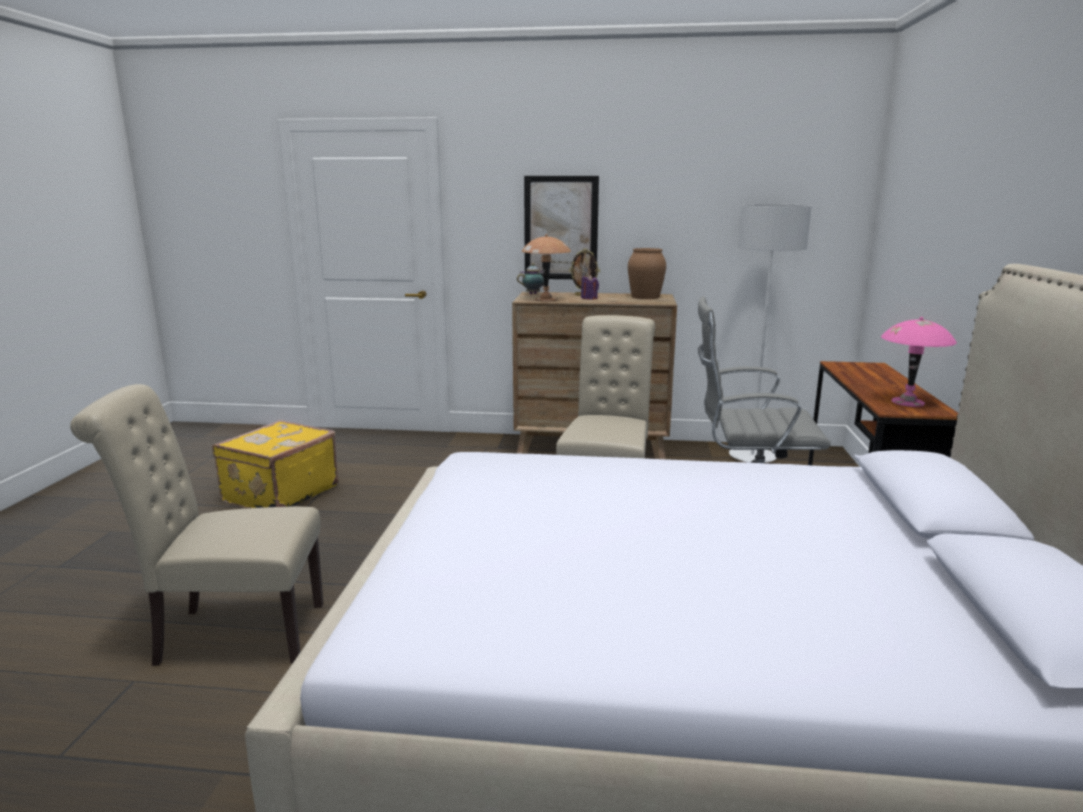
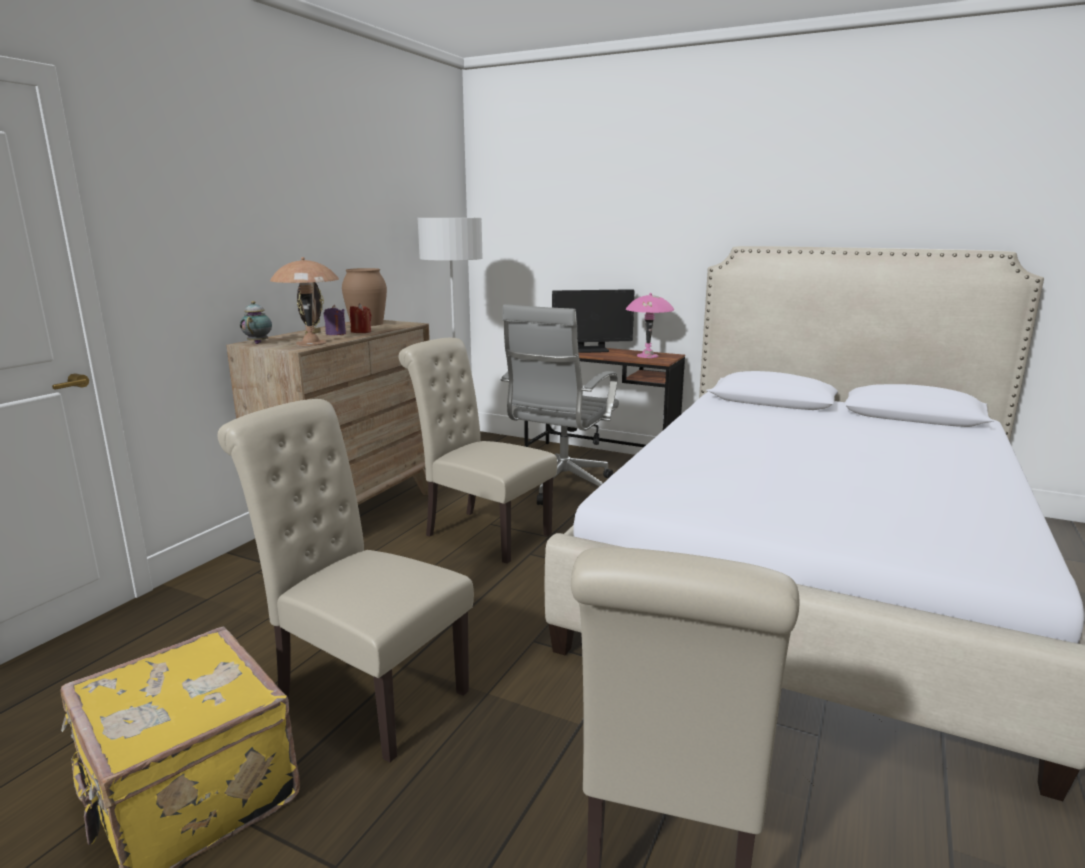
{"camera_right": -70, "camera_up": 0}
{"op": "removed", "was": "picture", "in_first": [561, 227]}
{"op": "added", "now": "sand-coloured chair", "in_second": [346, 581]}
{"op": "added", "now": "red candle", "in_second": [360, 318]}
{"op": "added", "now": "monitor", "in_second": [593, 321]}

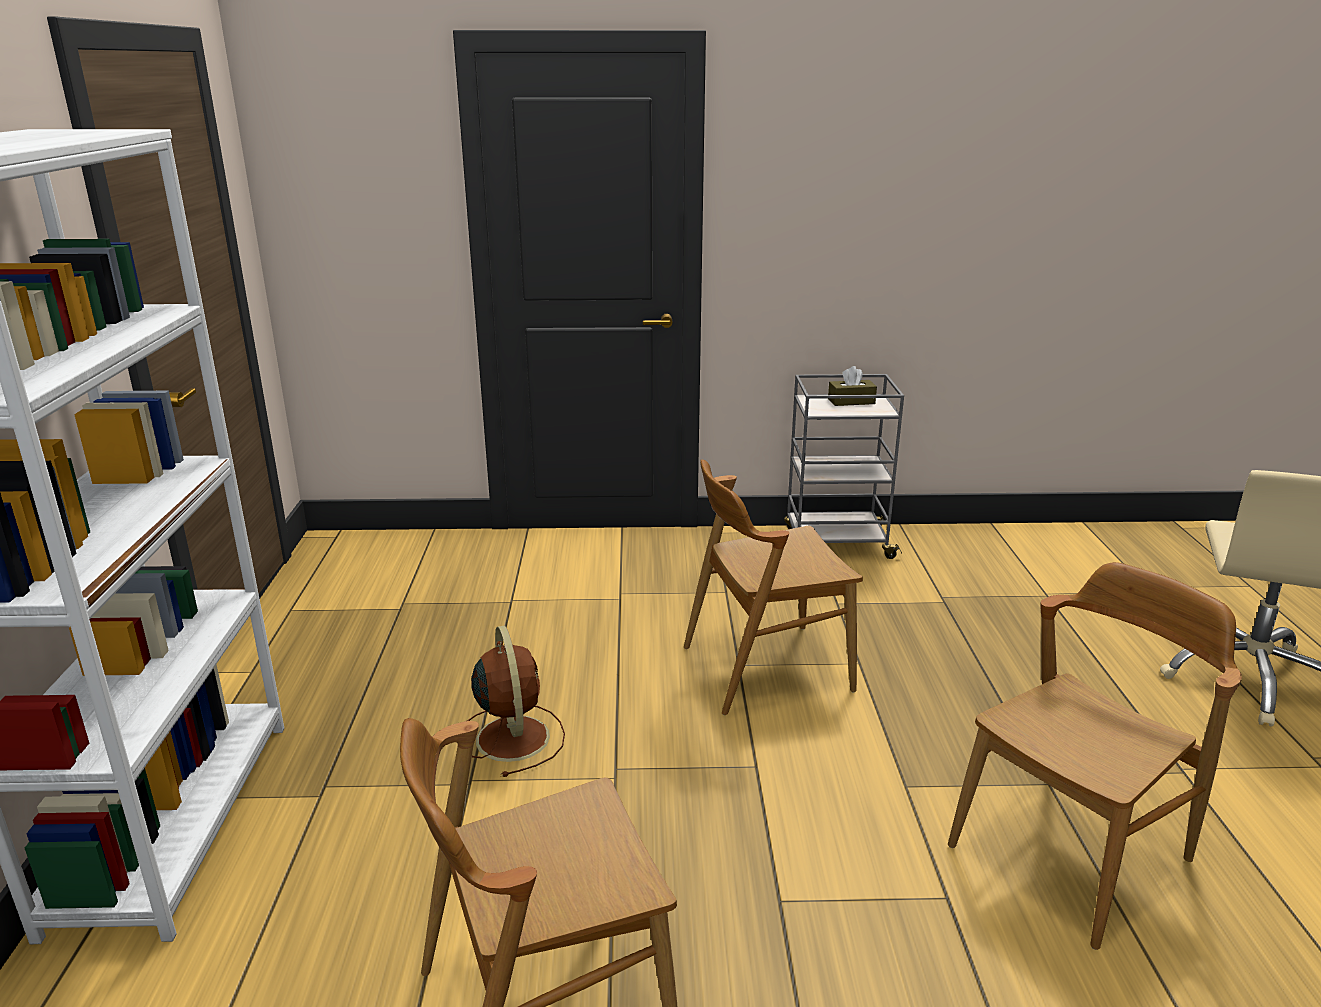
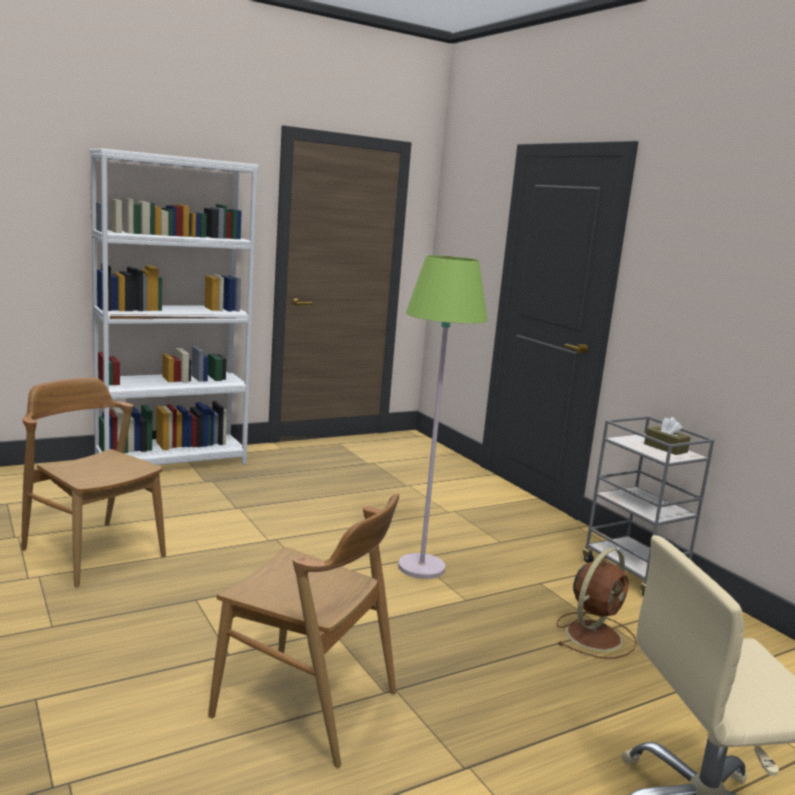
{"camera_right": 60, "camera_up": -10}
{"op": "moved", "was": "brownish electric fan", "in_first": [516, 701], "in_second": [597, 603]}
{"op": "replaced", "was": "brownish chair", "now": "green standing lamp", "in_first": [773, 587], "in_second": [443, 417]}

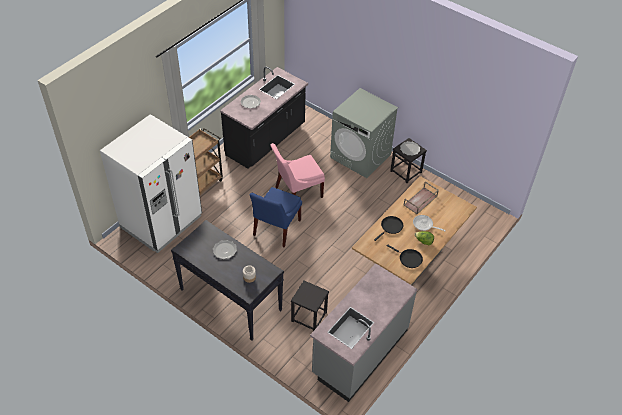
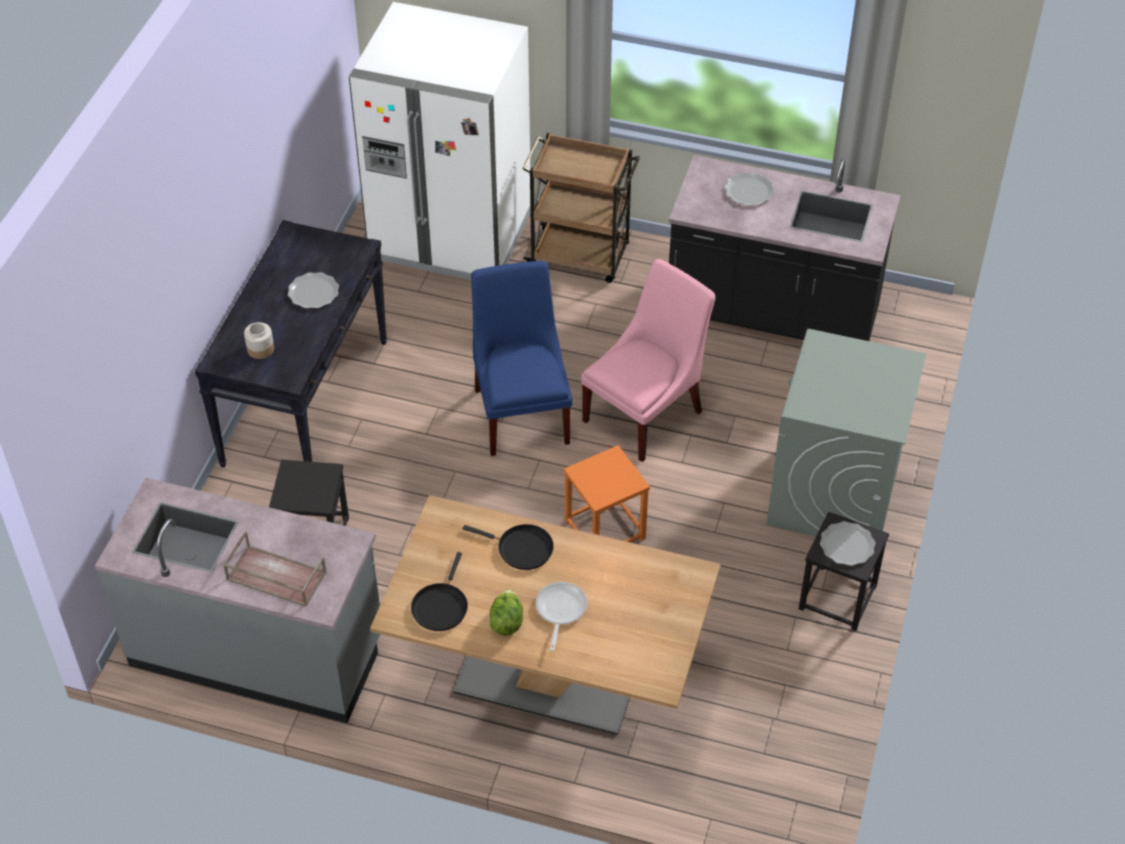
{"camera_right": 70, "camera_up": 0}
{"op": "turned", "was": "blue-coloured chair", "in_first": [276, 217], "in_second": [521, 358], "clockwise": 75}
{"op": "turned", "was": "pinkish chair", "in_first": [298, 170], "in_second": [648, 360], "clockwise": 90}
{"op": "moved", "was": "brownish carrying tray", "in_first": [421, 197], "in_second": [275, 569]}
{"op": "added", "now": "orangey sitting stool", "in_second": [607, 493]}

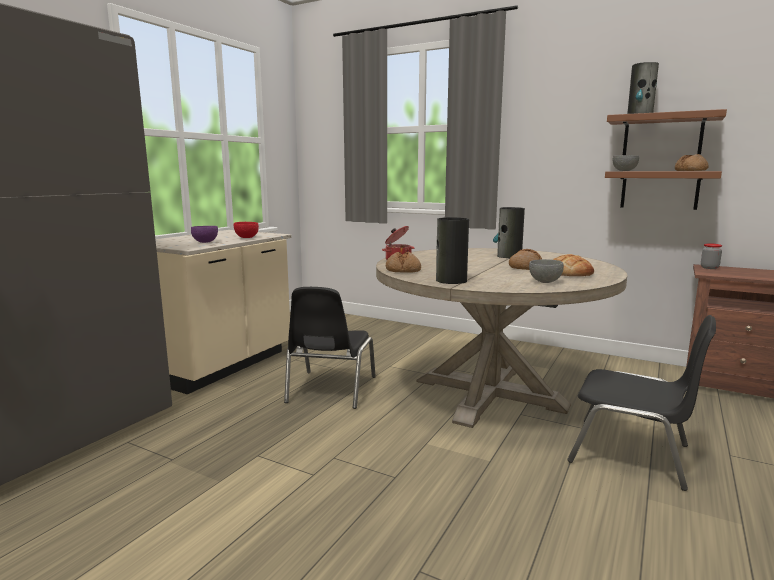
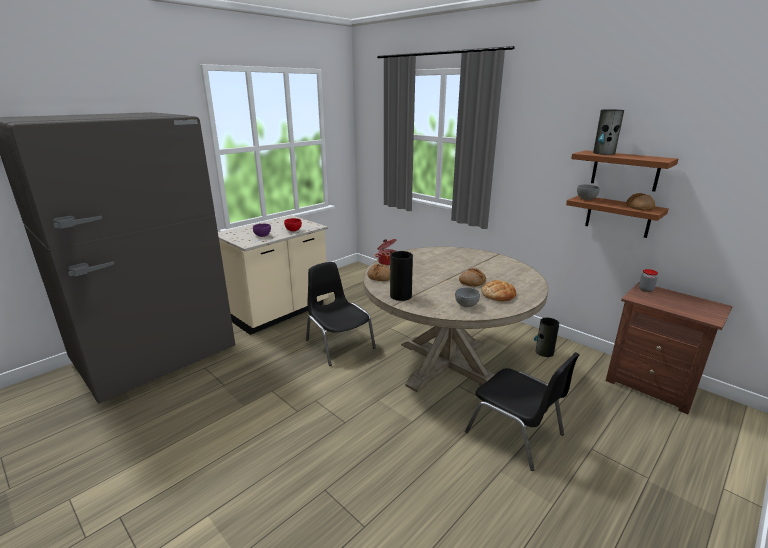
{"camera_right": 15, "camera_up": 10}
{"op": "turned", "was": "blackish chair", "in_first": [330, 348], "in_second": [341, 314], "clockwise": 120}
{"op": "moved", "was": "flower vase", "in_first": [509, 232], "in_second": [546, 337]}

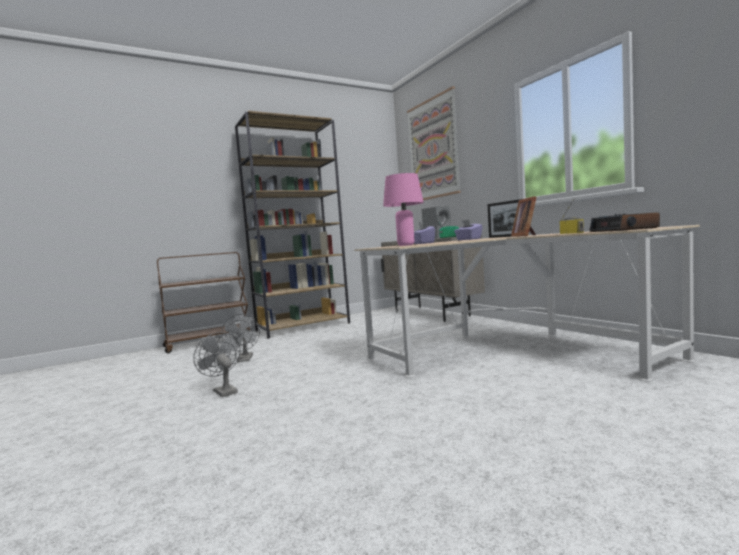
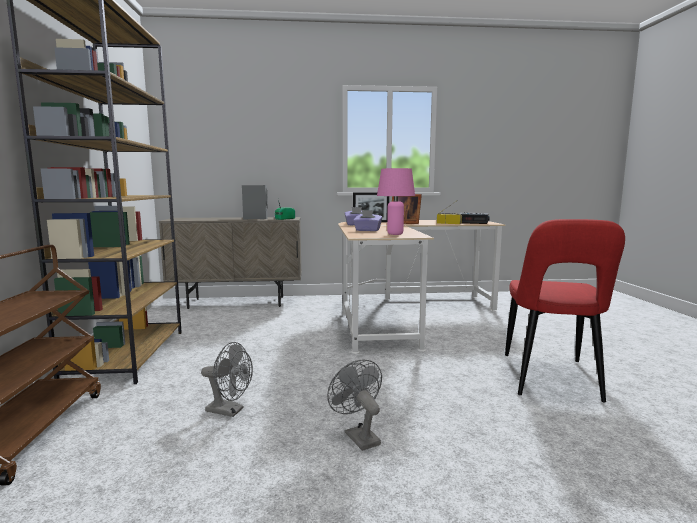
{"camera_right": -65, "camera_up": 5}
{"op": "turned", "was": "gray electric fan", "in_first": [217, 364], "in_second": [354, 405], "clockwise": 75}
{"op": "removed", "was": "picture", "in_first": [434, 143]}
{"op": "added", "now": "red chair", "in_second": [565, 310]}

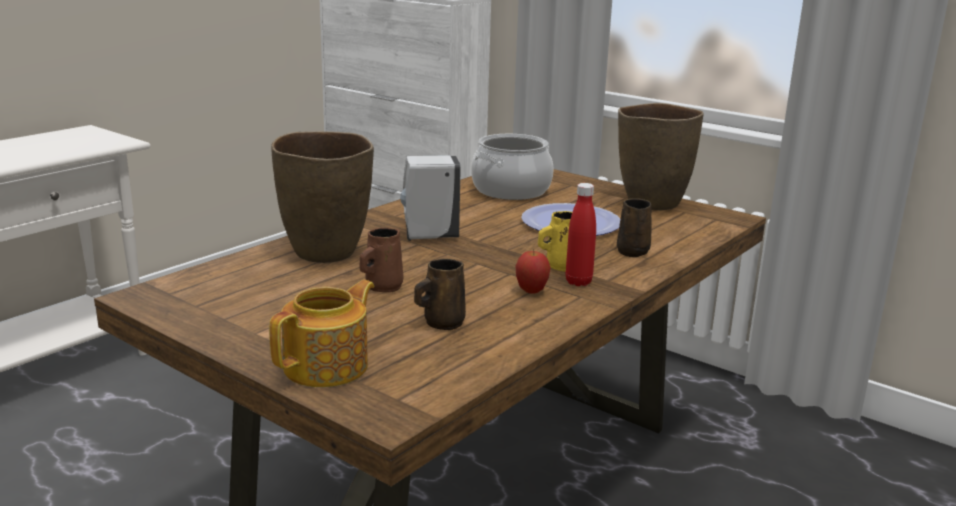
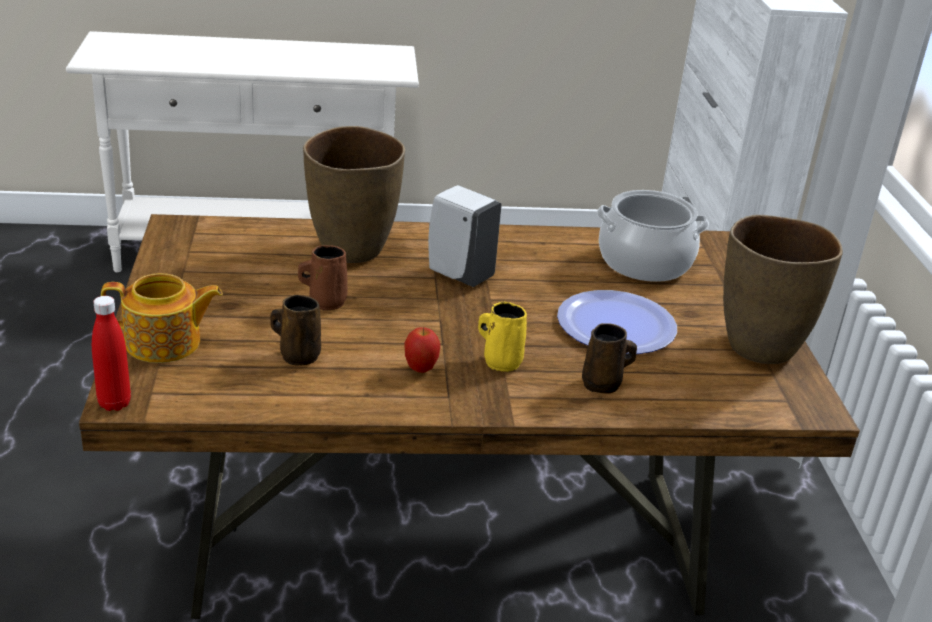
{"camera_right": 45, "camera_up": 10}
{"op": "moved", "was": "red beverage bottle", "in_first": [581, 234], "in_second": [111, 353]}

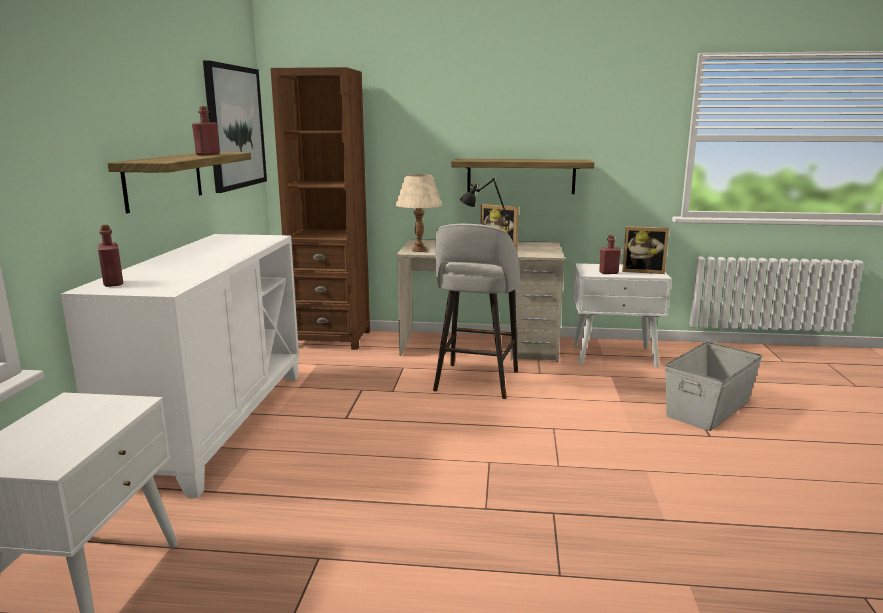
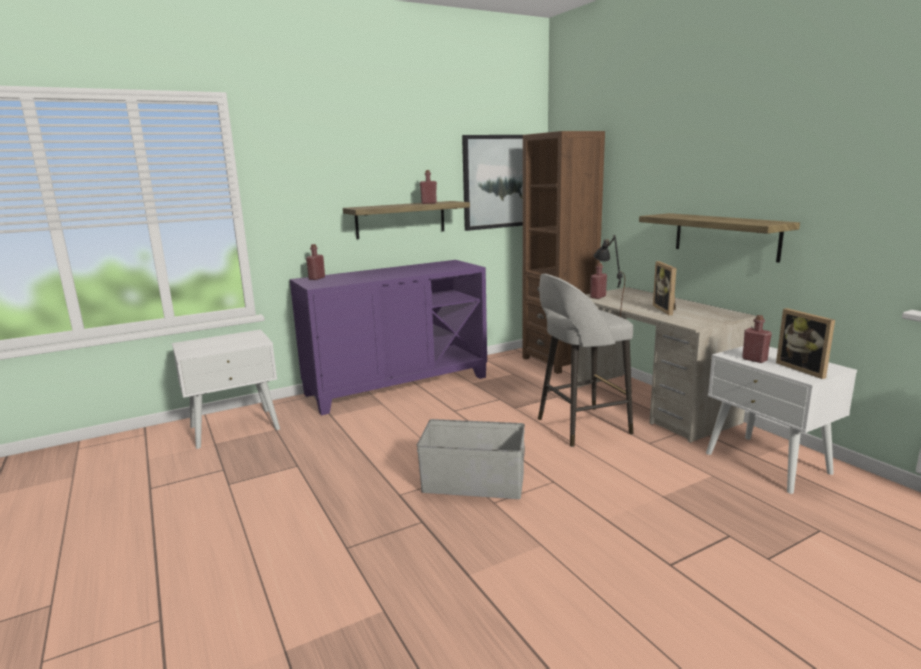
{"camera_right": 55, "camera_up": 0}
{"op": "recoloured", "was": "white-coloured cupboard", "now": "purplish cupboard", "in_first": [180, 366], "in_second": [388, 337]}
{"op": "replaced", "was": "sand-coloured lamp for a table", "now": "red beverage bottle", "in_first": [419, 213], "in_second": [598, 281]}
{"op": "moved", "was": "gray storage container", "in_first": [714, 386], "in_second": [471, 459]}

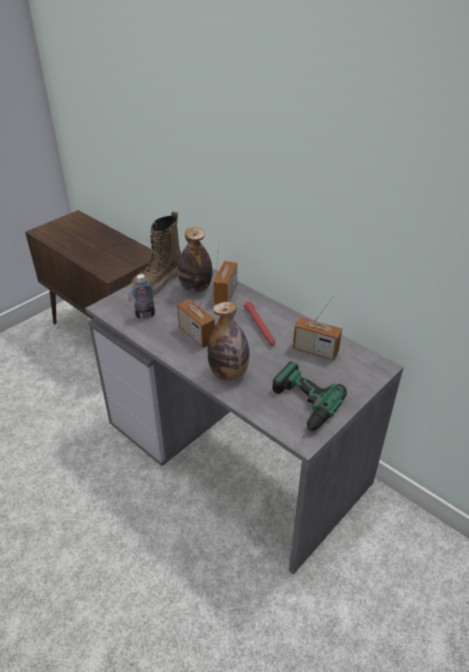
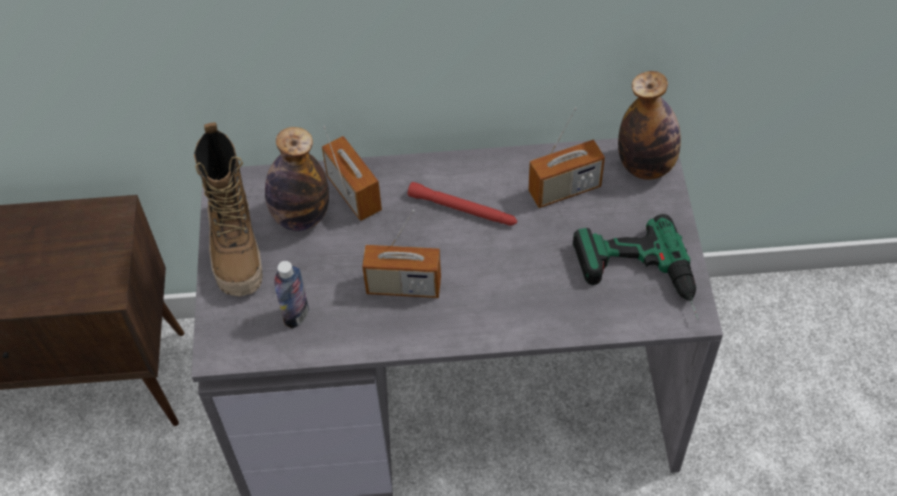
{"camera_right": -45, "camera_up": 15}
{"op": "moved", "was": "beverage bottle", "in_first": [228, 341], "in_second": [649, 125]}

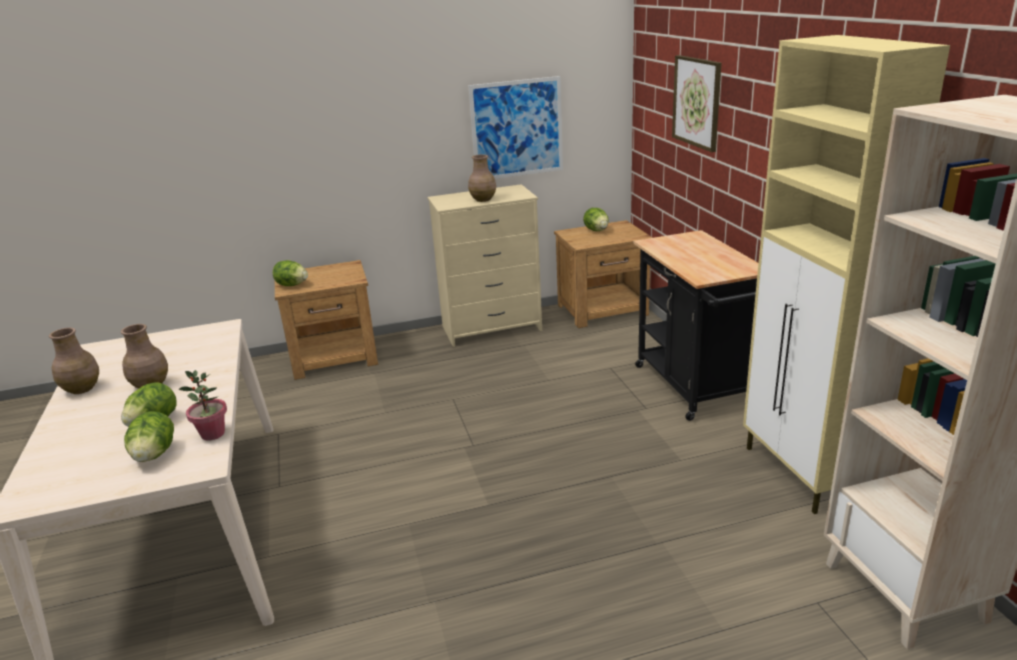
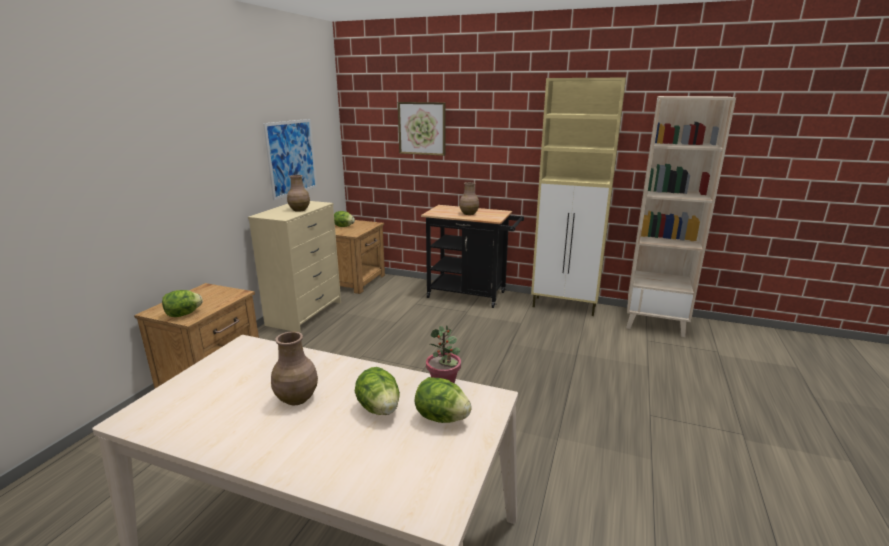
{"camera_right": -55, "camera_up": -5}
{"op": "moved", "was": "brownish flower vase", "in_first": [74, 361], "in_second": [469, 198]}

